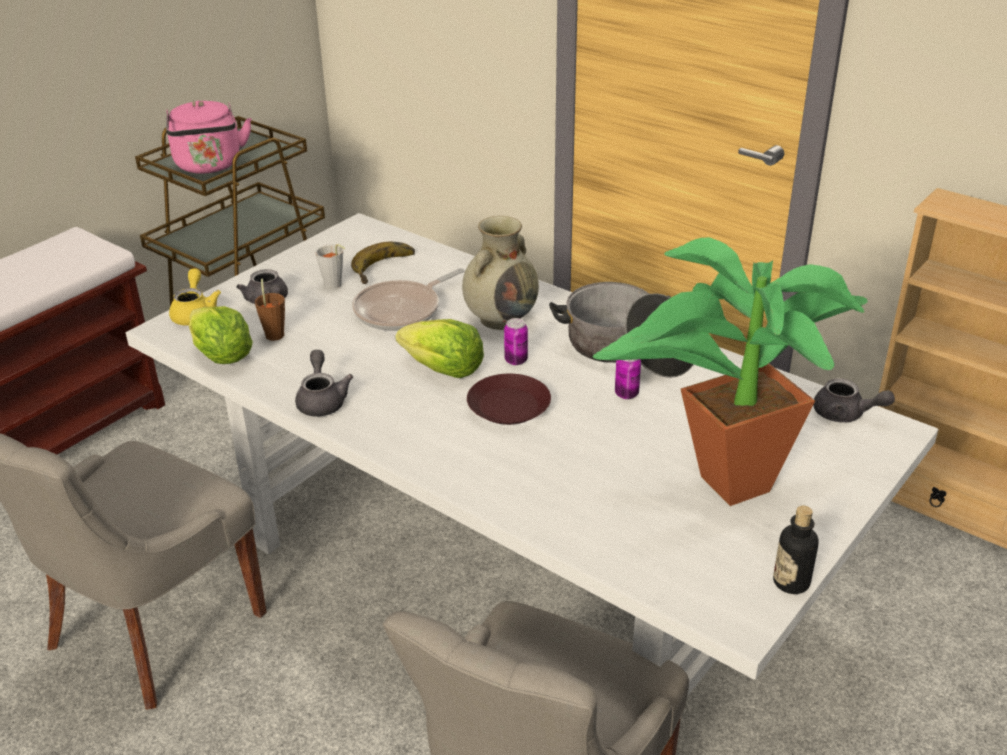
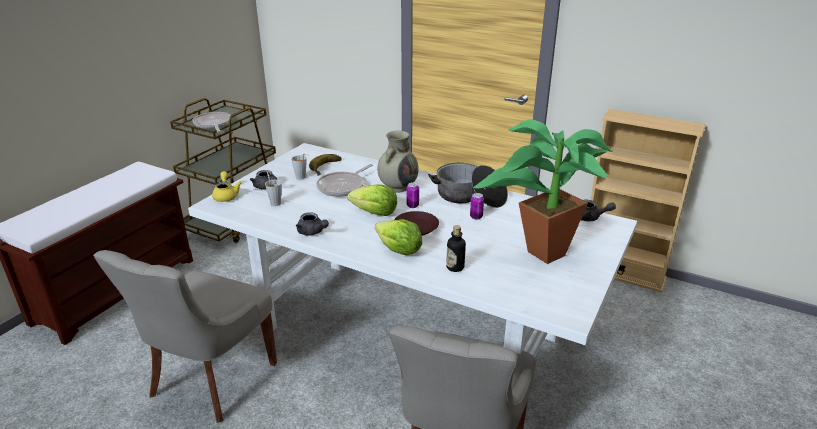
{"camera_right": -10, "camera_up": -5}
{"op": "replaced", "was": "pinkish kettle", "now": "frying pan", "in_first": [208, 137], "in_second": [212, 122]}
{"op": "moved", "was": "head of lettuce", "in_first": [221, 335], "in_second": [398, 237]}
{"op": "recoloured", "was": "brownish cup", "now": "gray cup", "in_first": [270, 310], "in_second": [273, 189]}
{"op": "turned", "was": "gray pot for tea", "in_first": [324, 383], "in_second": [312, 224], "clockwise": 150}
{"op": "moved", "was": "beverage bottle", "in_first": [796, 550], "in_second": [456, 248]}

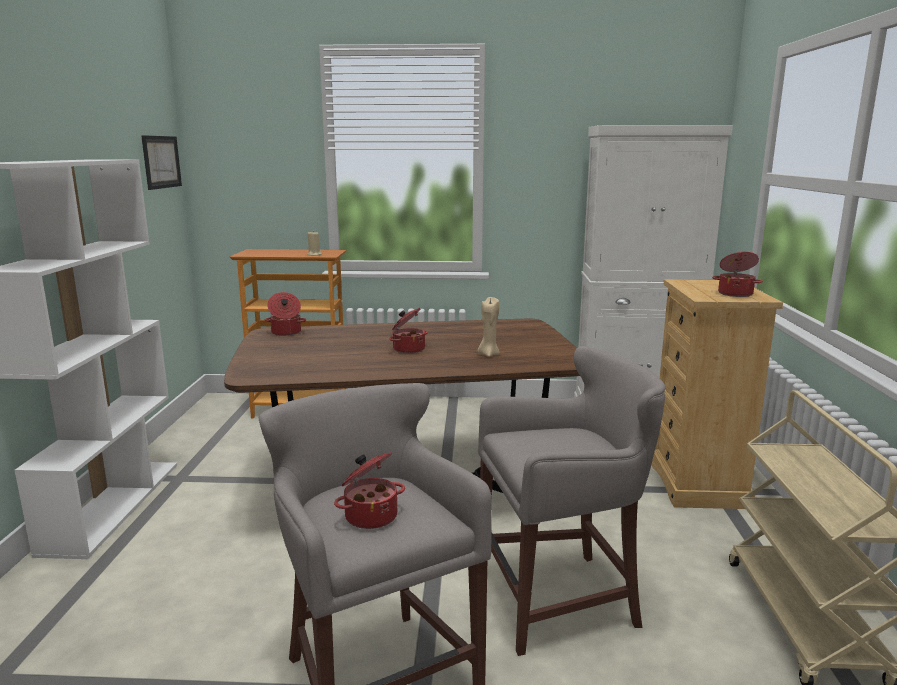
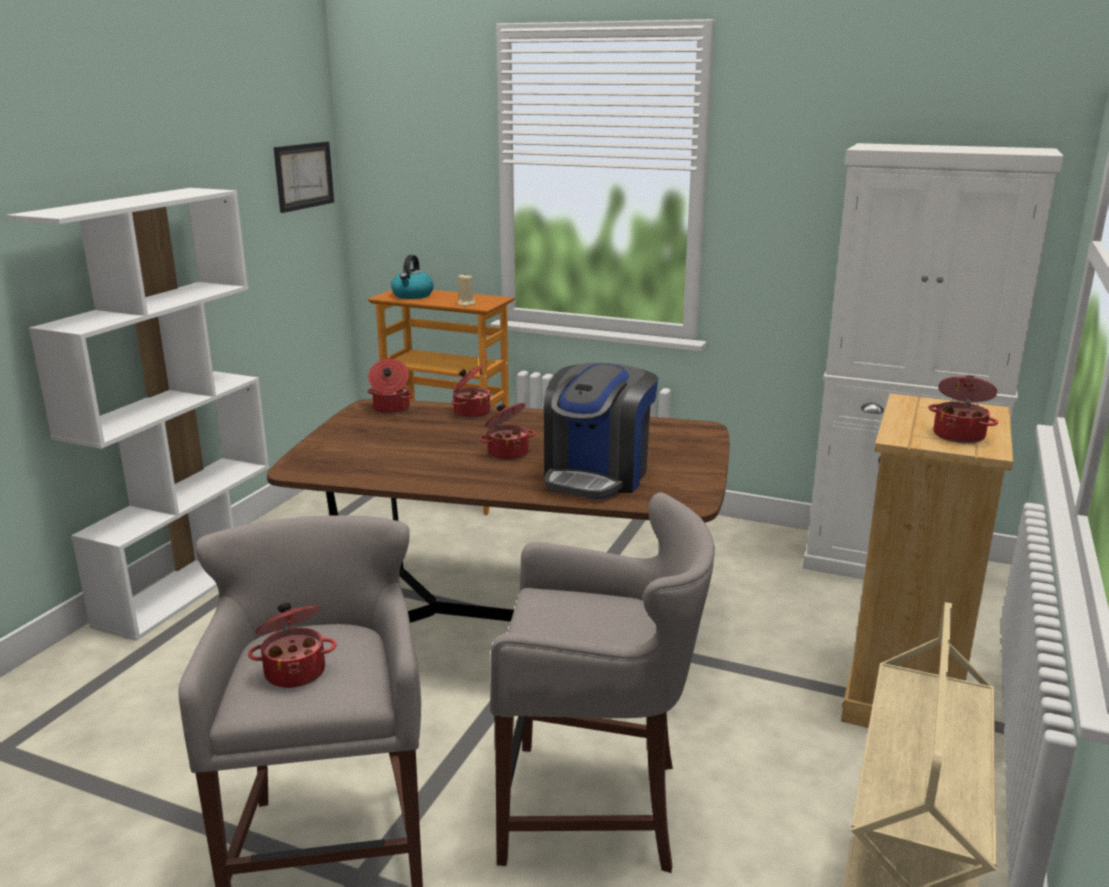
{"camera_right": 20, "camera_up": 5}
{"op": "replaced", "was": "sand-coloured candle", "now": "coffee maker", "in_first": [488, 327], "in_second": [601, 431]}
{"op": "added", "now": "kettle", "in_second": [412, 277]}
{"op": "added", "now": "saucepot", "in_second": [471, 391]}

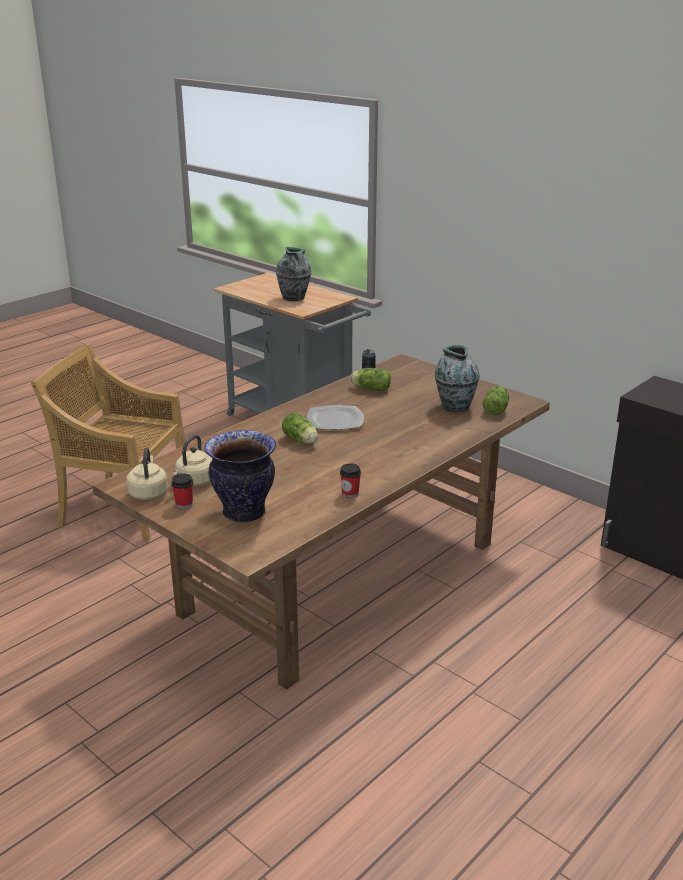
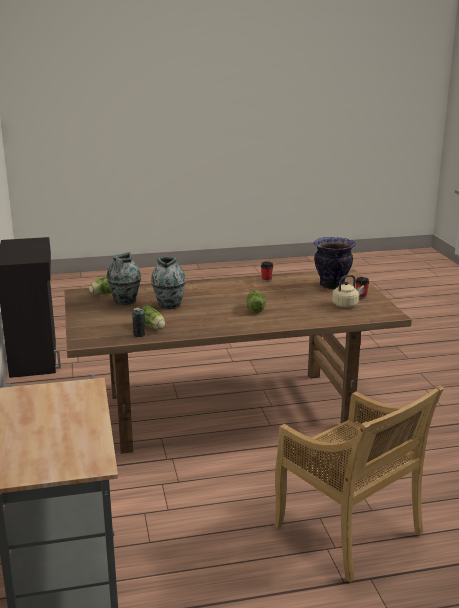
{"camera_right": -145, "camera_up": -5}
{"op": "removed", "was": "sand-coloured kettle", "in_first": [147, 473]}
{"op": "moved", "was": "flower vase", "in_first": [293, 274], "in_second": [168, 283]}
{"op": "removed", "was": "flat dish", "in_first": [335, 417]}

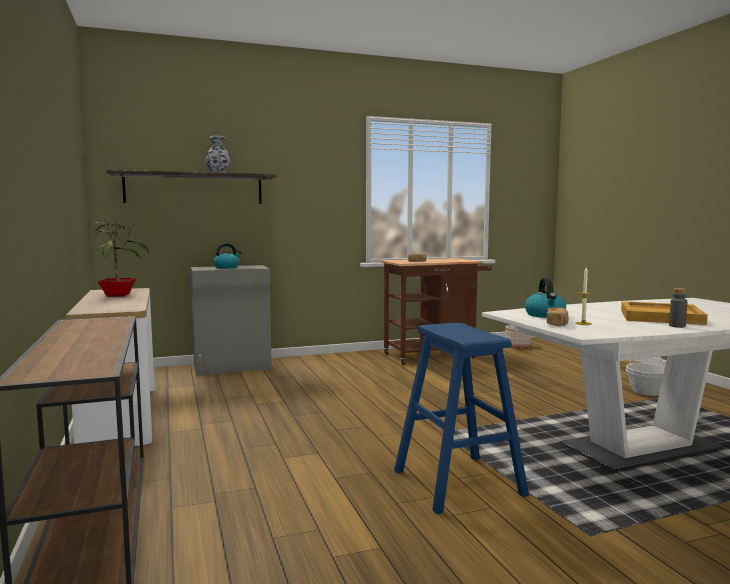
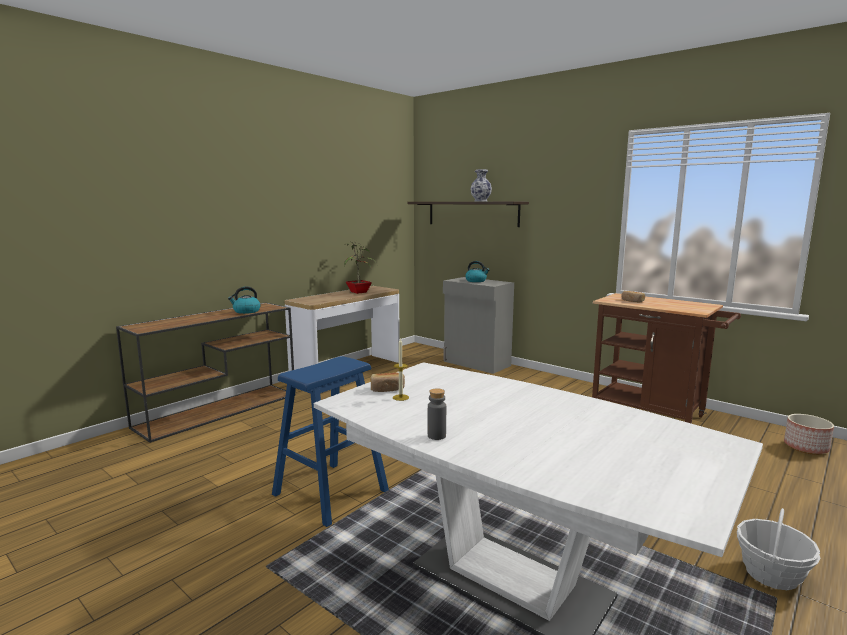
{"camera_right": 60, "camera_up": 5}
{"op": "moved", "was": "kettle", "in_first": [545, 298], "in_second": [244, 300]}
{"op": "removed", "was": "sand-coloured carrying tray", "in_first": [664, 313]}

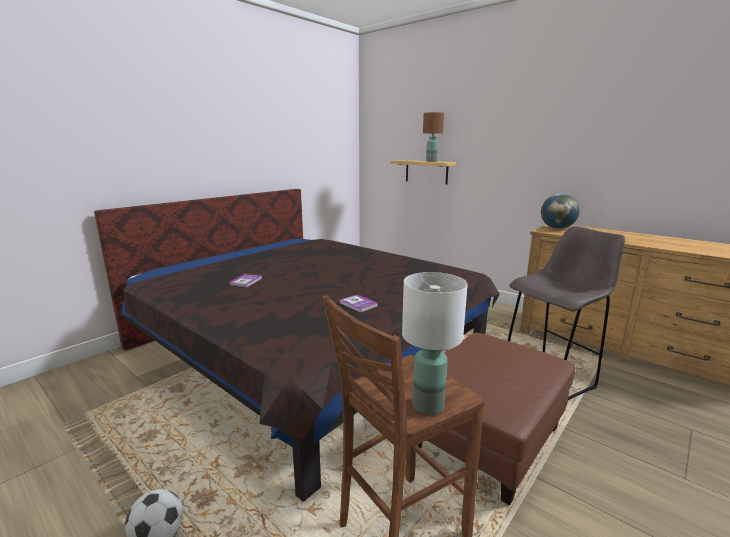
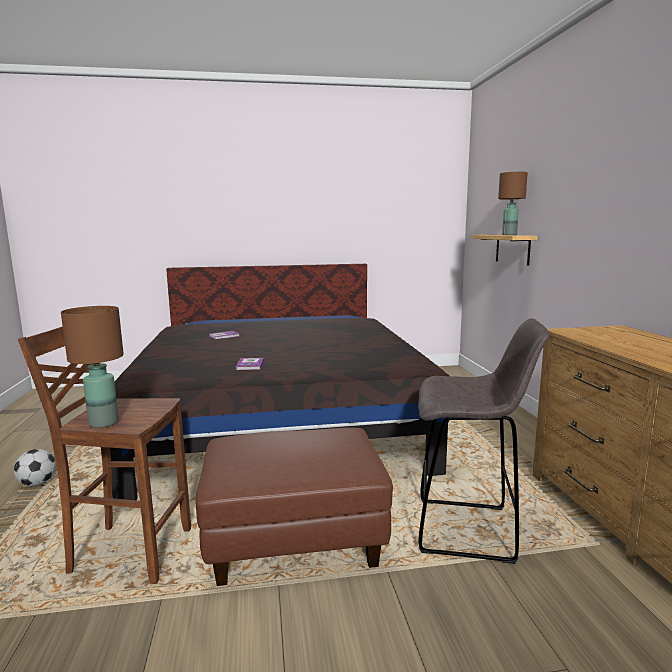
{"camera_right": 40, "camera_up": -5}
{"op": "recoloured", "was": "white-coloured lamp for a table", "now": "brownish lamp for a table", "in_first": [435, 343], "in_second": [92, 367]}
{"op": "removed", "was": "world globe", "in_first": [560, 211]}

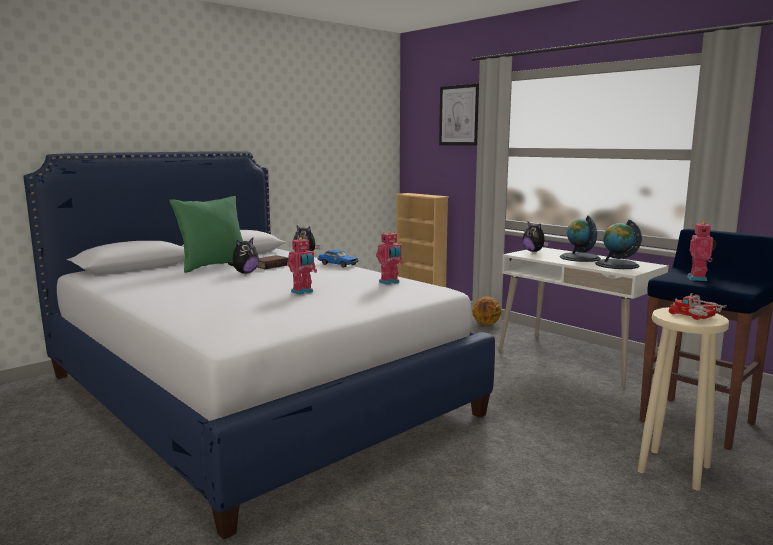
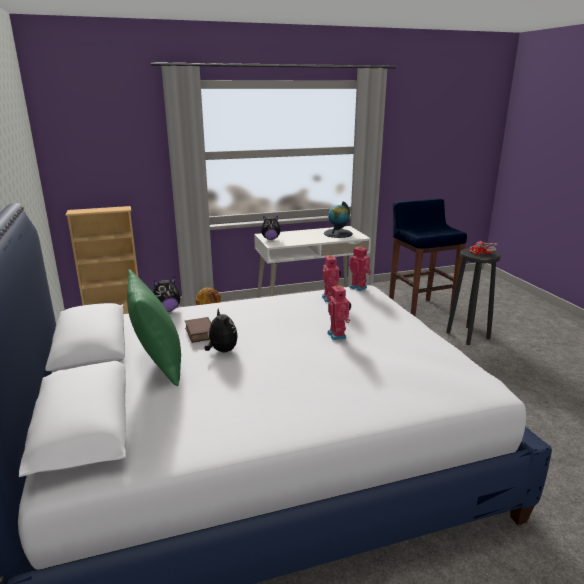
{"camera_right": -65, "camera_up": 10}
{"op": "removed", "was": "miniature car", "in_first": [338, 259]}
{"op": "removed", "was": "picture", "in_first": [459, 114]}
{"op": "removed", "was": "world globe", "in_first": [580, 239]}
{"op": "recoloured", "was": "sand-coloured sitting stool", "now": "blackish sitting stool", "in_first": [683, 399], "in_second": [473, 296]}
{"op": "moved", "was": "robot figure", "in_first": [701, 251], "in_second": [360, 268]}

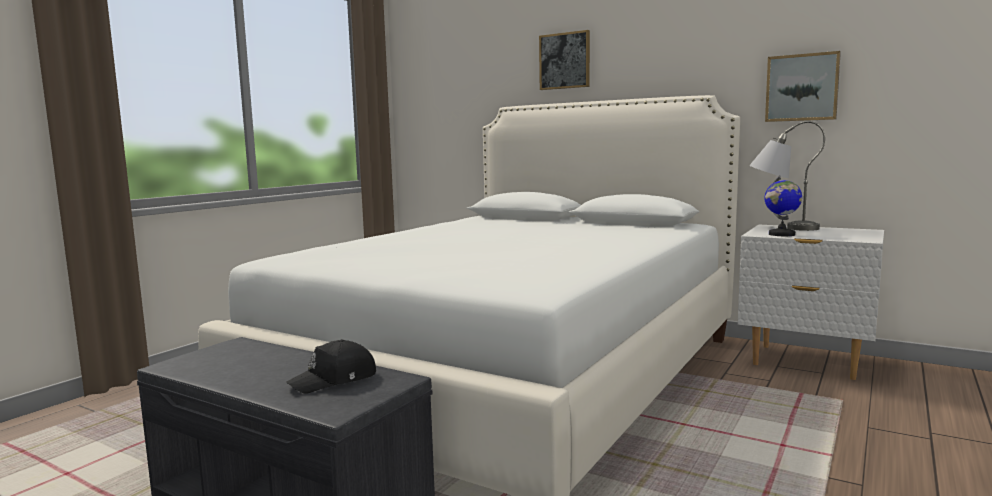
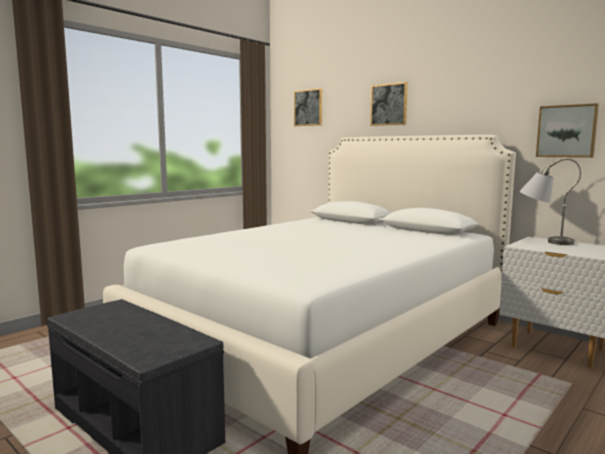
{"camera_right": 10, "camera_up": 0}
{"op": "removed", "was": "blackish peaked cap", "in_first": [331, 366]}
{"op": "removed", "was": "world globe", "in_first": [783, 205]}
{"op": "added", "now": "picture", "in_second": [308, 107]}

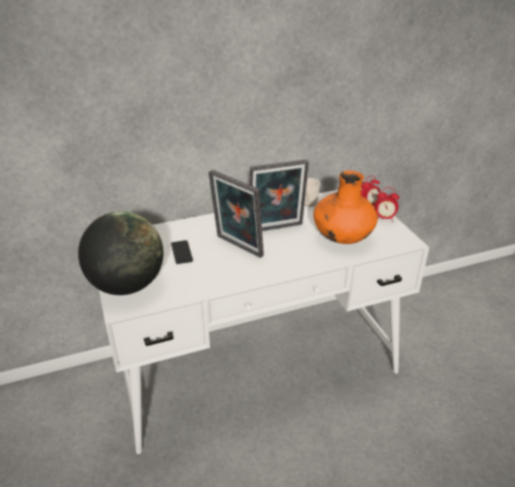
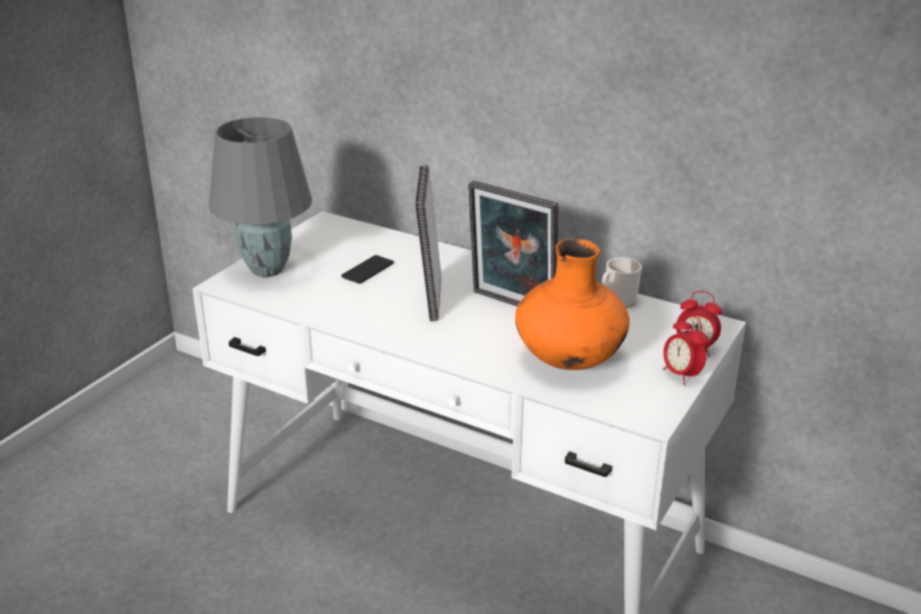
{"camera_right": 50, "camera_up": -5}
{"op": "replaced", "was": "world globe", "now": "gray lamp for a table", "in_first": [120, 253], "in_second": [260, 197]}

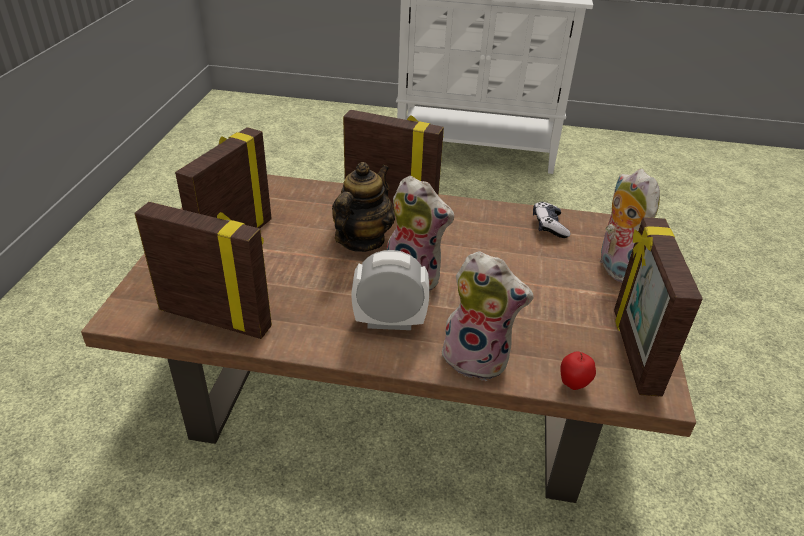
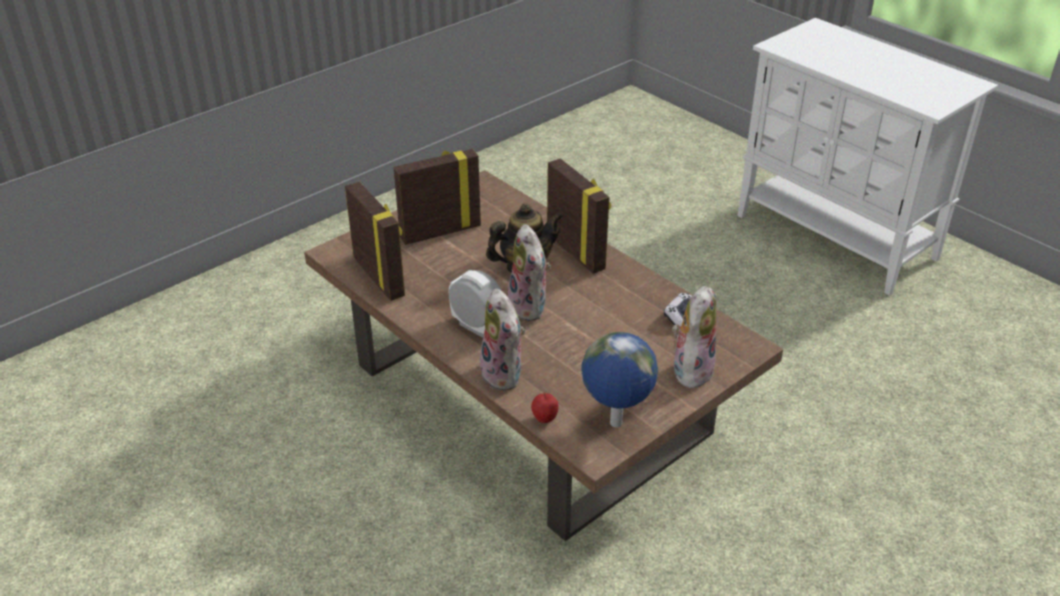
{"camera_right": 40, "camera_up": 0}
{"op": "replaced", "was": "picture frame", "now": "world globe", "in_first": [658, 307], "in_second": [619, 380]}

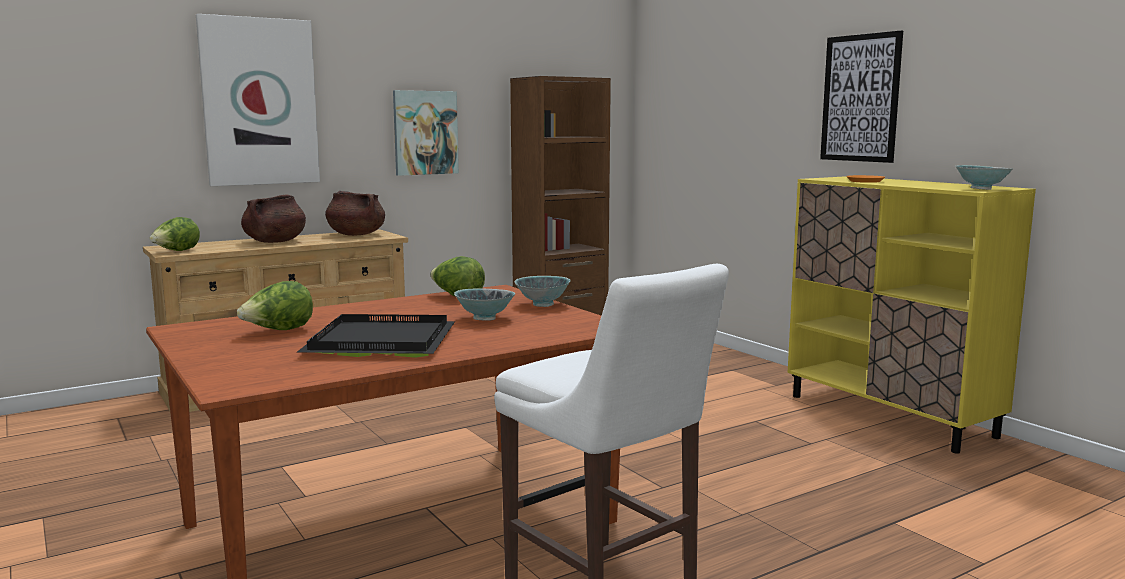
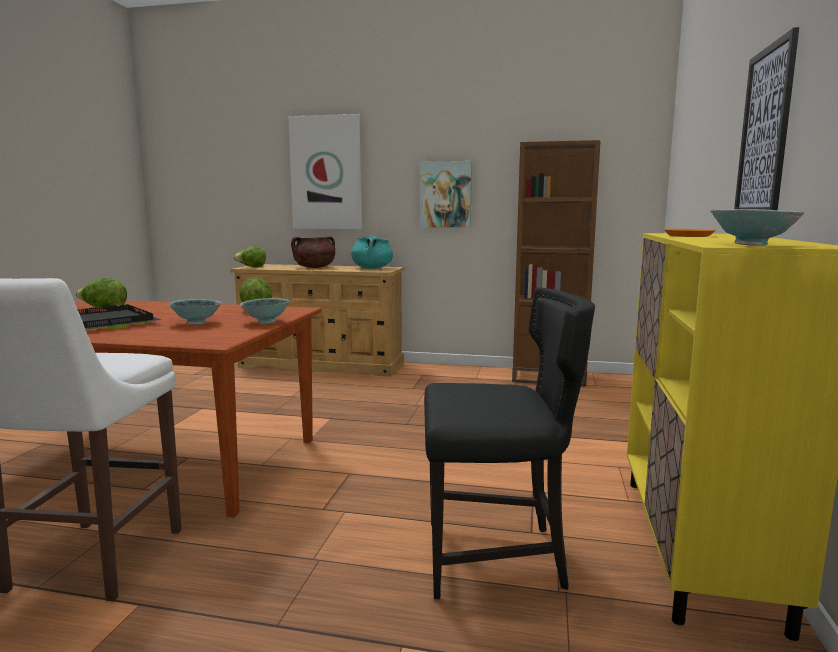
{"camera_right": 45, "camera_up": 0}
{"op": "recoloured", "was": "brownish saucepot", "now": "turquoise-coloured saucepot", "in_first": [355, 213], "in_second": [372, 252]}
{"op": "added", "now": "blackish chair", "in_second": [509, 443]}

